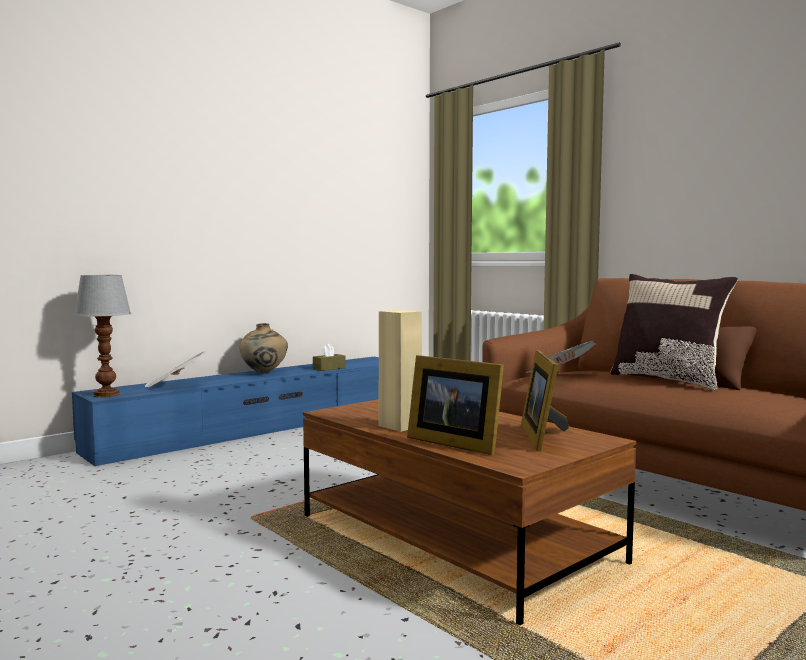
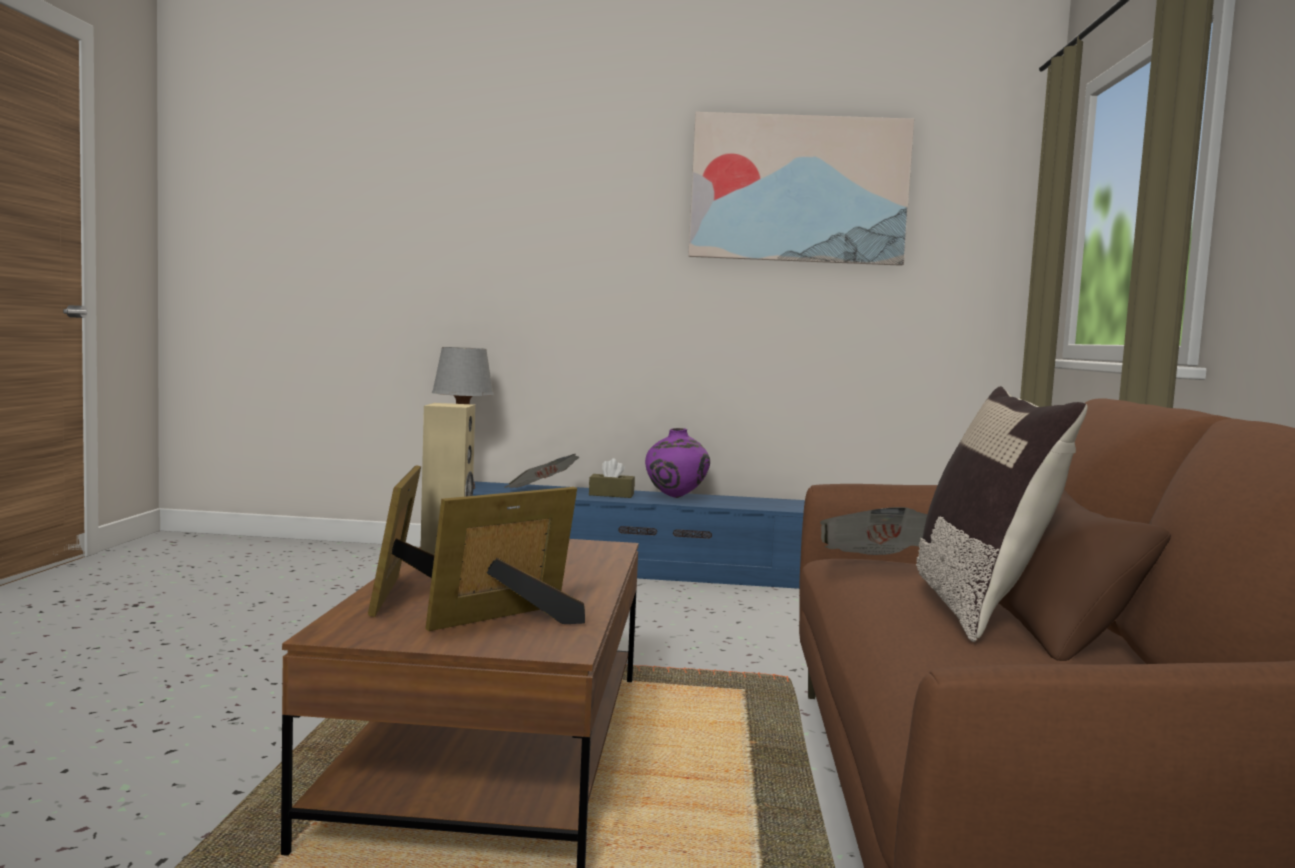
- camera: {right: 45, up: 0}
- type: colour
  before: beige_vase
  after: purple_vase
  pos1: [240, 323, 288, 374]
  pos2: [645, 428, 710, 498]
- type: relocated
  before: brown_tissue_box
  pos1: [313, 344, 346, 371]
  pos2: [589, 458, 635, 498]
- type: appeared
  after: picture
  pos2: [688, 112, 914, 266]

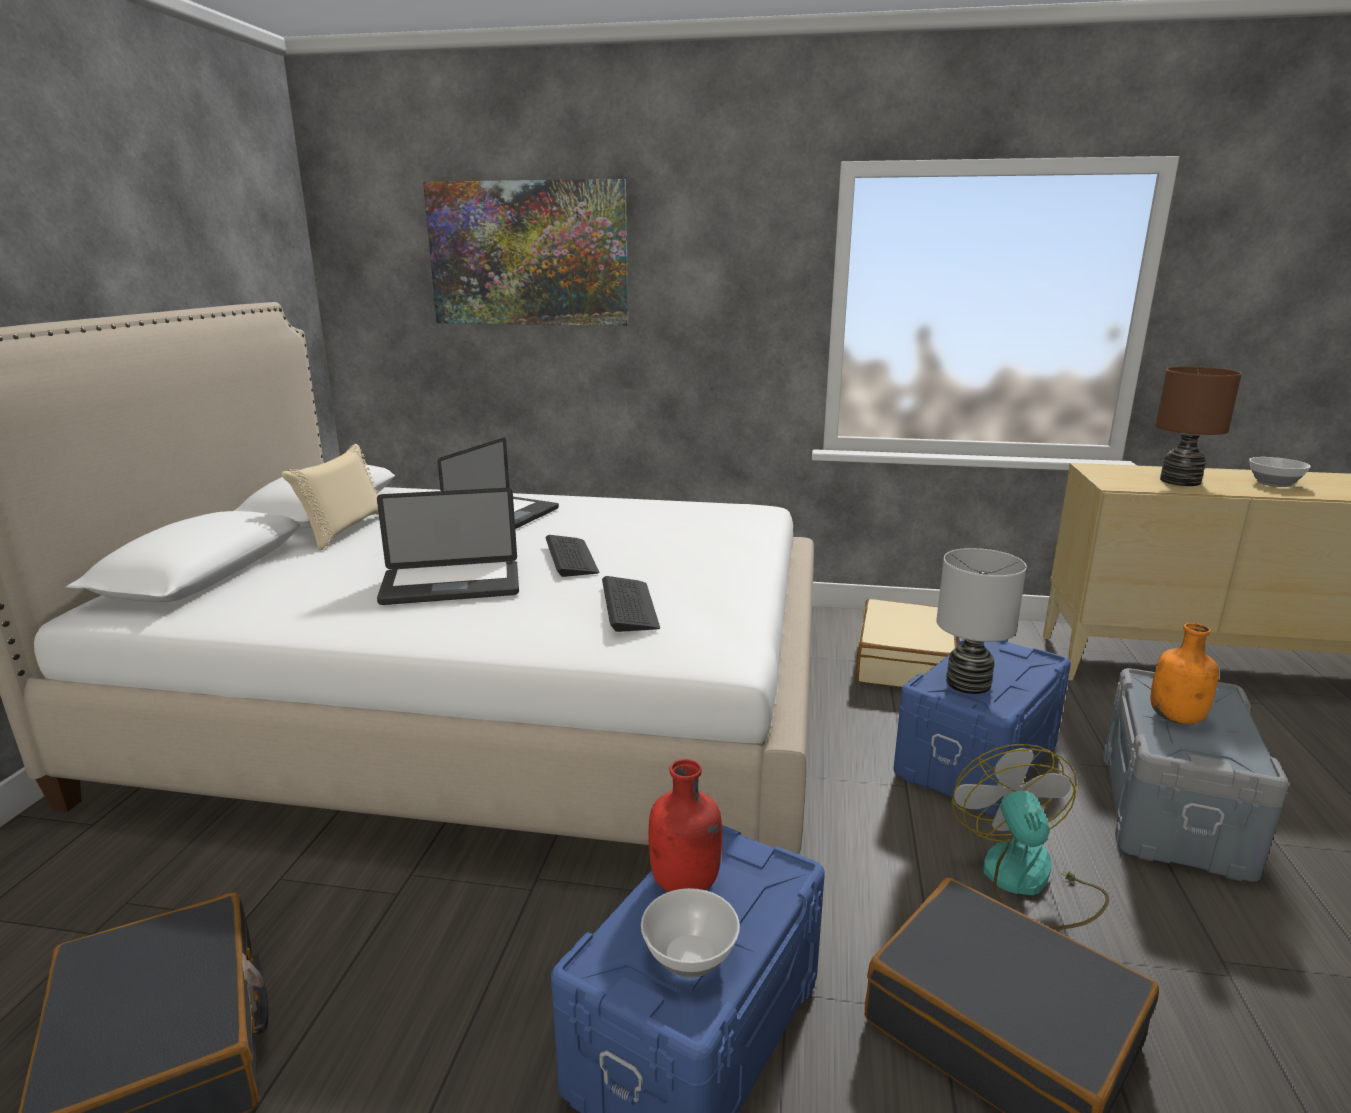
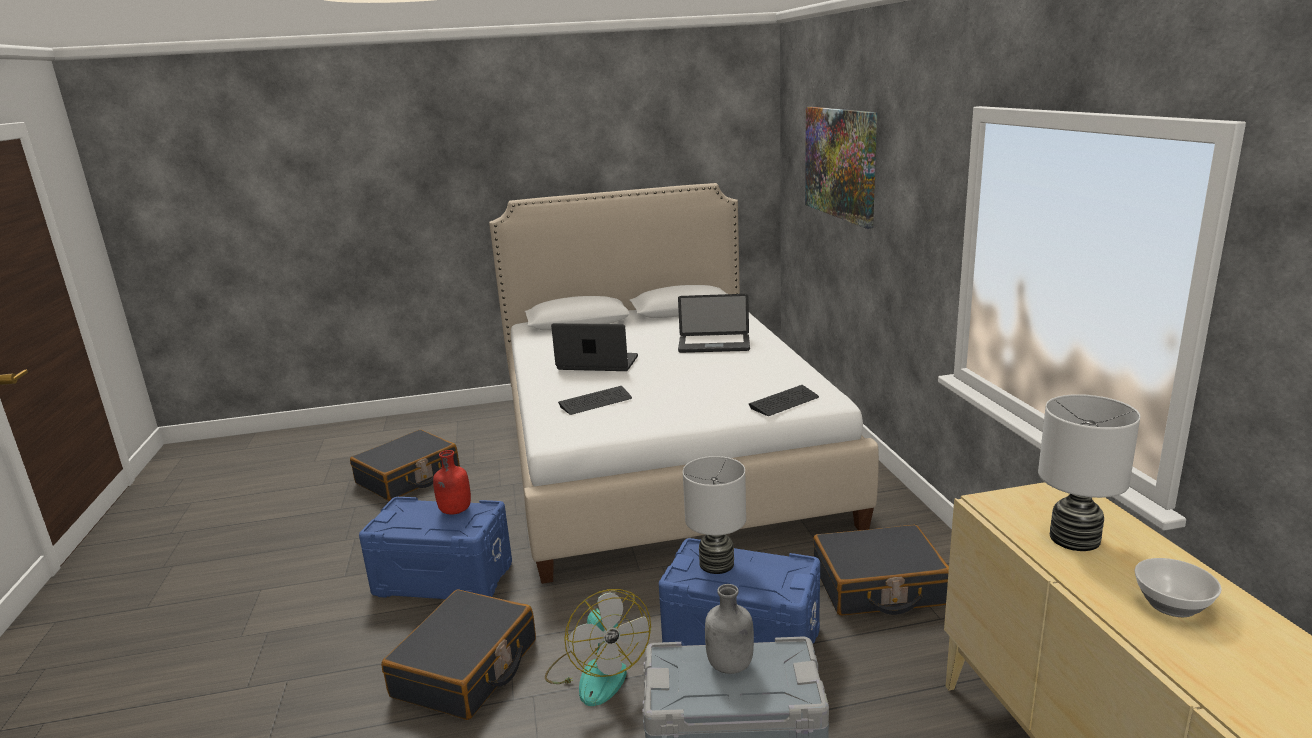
- camera: {right: 70, up: 0}
- type: colour
  before: brown_table_lamp
  after: grey_table_lamp
  pos1: [1155, 366, 1242, 486]
  pos2: [1038, 394, 1140, 551]
- type: missing
  before: beige_pillow
  pos1: [281, 444, 380, 551]
- type: spun
  before: laptop
  pos1: [377, 488, 519, 605]
  pos2: [551, 323, 638, 371]
  turn: 135
- type: relocated
  before: keyboard
  pos1: [545, 535, 600, 577]
  pos2: [749, 385, 819, 416]
- type: colour
  before: beige_suitcase
  after: black_suitcase
  pos1: [856, 599, 960, 688]
  pos2: [813, 525, 949, 616]
- type: colour
  before: orange_bottle
  after: grey_bottle
  pos1: [1151, 623, 1219, 724]
  pos2: [705, 584, 754, 674]
- type: spun
  before: fan
  pos1: [952, 744, 1109, 930]
  pos2: [545, 589, 651, 706]
  turn: 90
- type: missing
  before: bowl
  pos1: [641, 888, 740, 978]

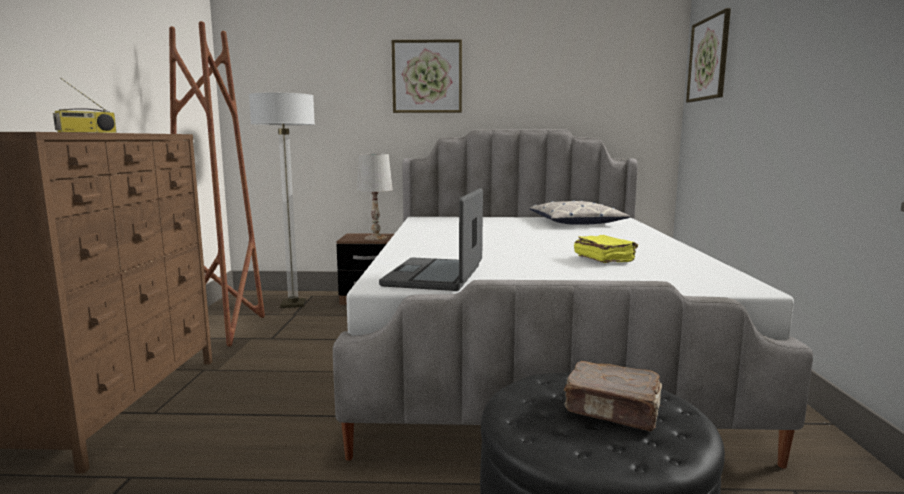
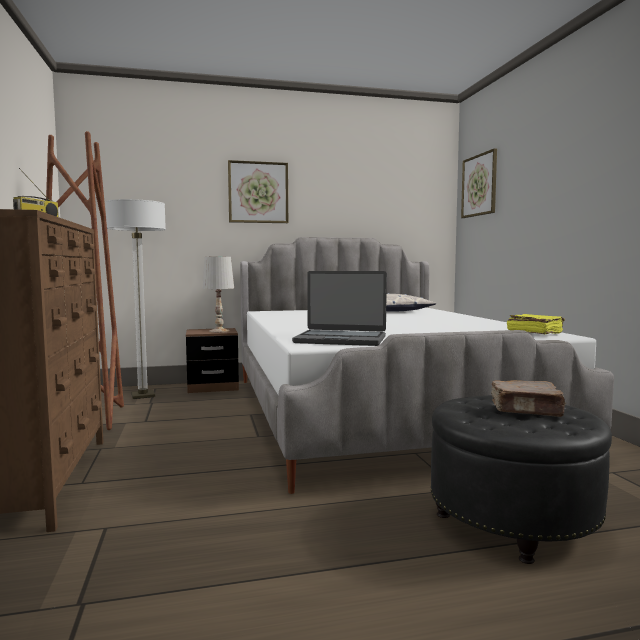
- camera: {right: -15, up: -5}
- type: spun
  before: laptop
  pos1: [379, 188, 483, 291]
  pos2: [292, 271, 387, 346]
  turn: -75
- type: relocated
  before: yellow_book
  pos1: [574, 235, 638, 263]
  pos2: [507, 314, 565, 334]

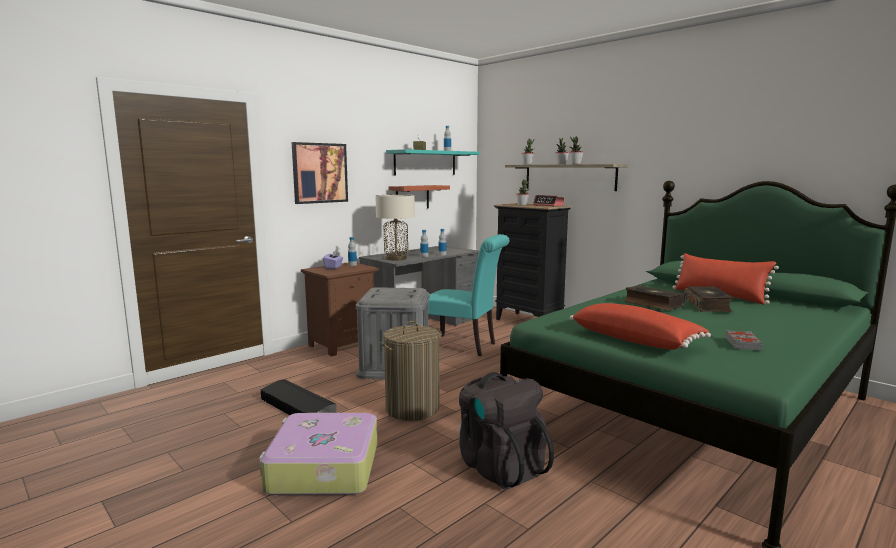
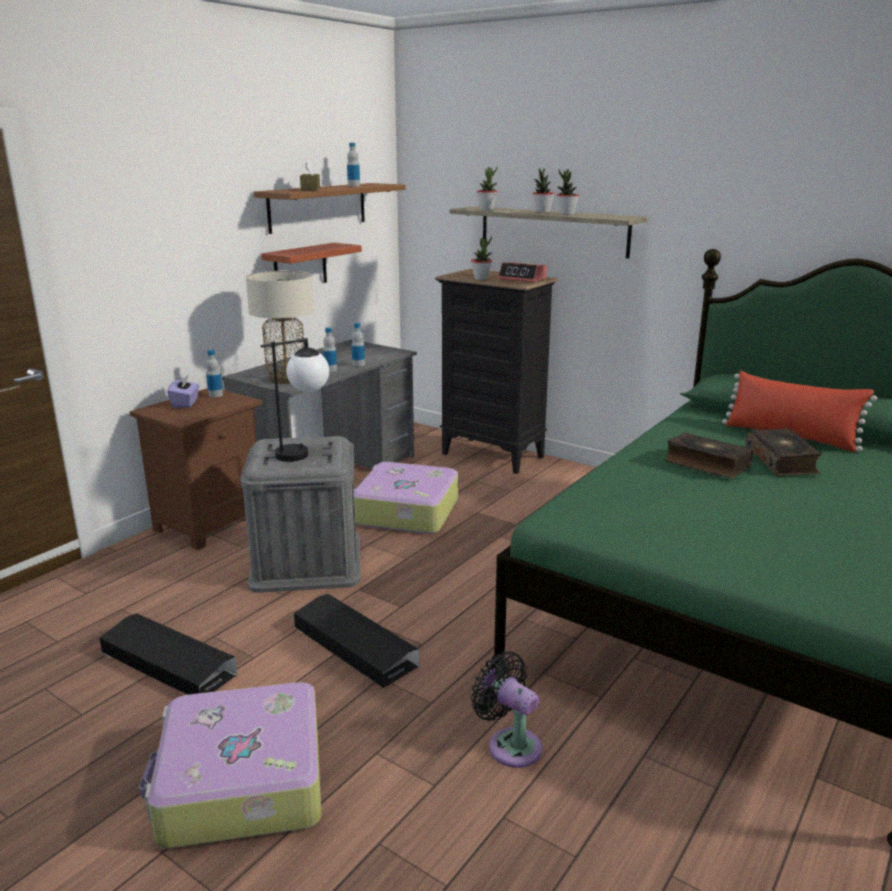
- camera: {right: -10, up: 10}
- type: missing
  before: picture
  pos1: [292, 142, 348, 204]
- type: colour
  before: turquoise_shelf
  after: brown_shelf
  pos1: [386, 149, 480, 176]
  pos2: [254, 183, 406, 234]
- type: exchanged
  before: turquoise_chair
  after: suitcase
  pos1: [428, 234, 509, 356]
  pos2: [354, 462, 459, 534]
- type: missing
  before: red_pillow
  pos1: [570, 303, 711, 350]
- type: exchanged
  before: laundry_basket
  after: black_storage_box
  pos1: [379, 321, 442, 421]
  pos2: [294, 594, 419, 688]
- type: missing
  before: grey_book
  pos1: [725, 330, 763, 350]
- type: exchanged
  before: black_backpack
  after: black_fan
  pos1: [459, 372, 554, 490]
  pos2: [471, 651, 542, 768]
- type: appeared
  after: table_lamp
  pos2: [261, 338, 329, 462]

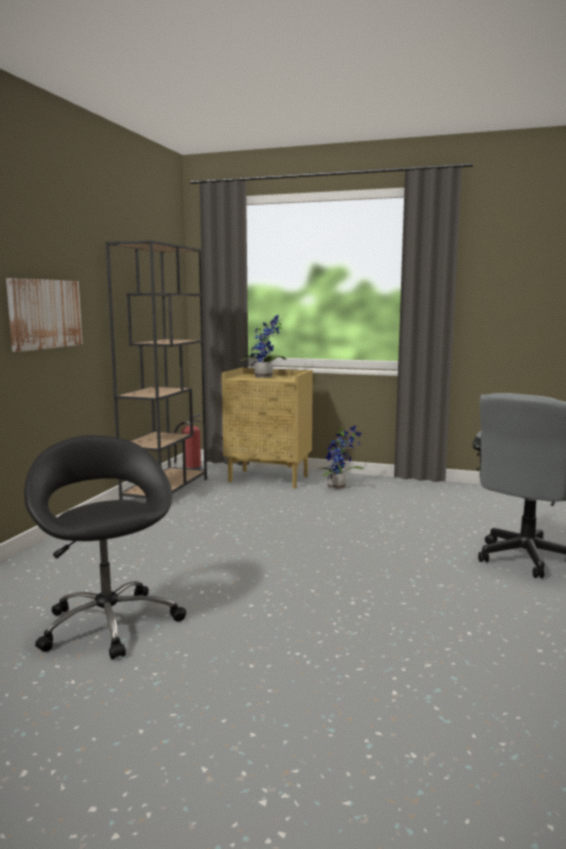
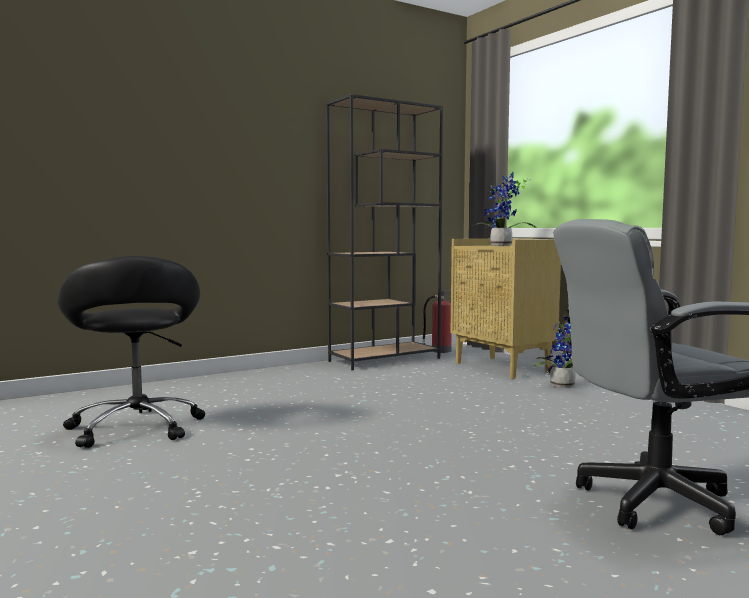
- camera: {right: 40, up: -5}
- type: missing
  before: picture
  pos1: [6, 278, 83, 352]
- type: spun
  before: black_office_chair
  pos1: [24, 435, 186, 659]
  pos2: [57, 256, 205, 448]
  turn: 150

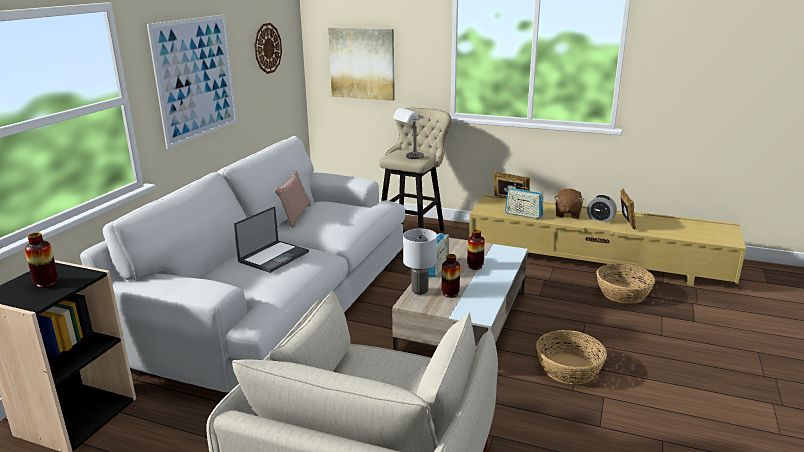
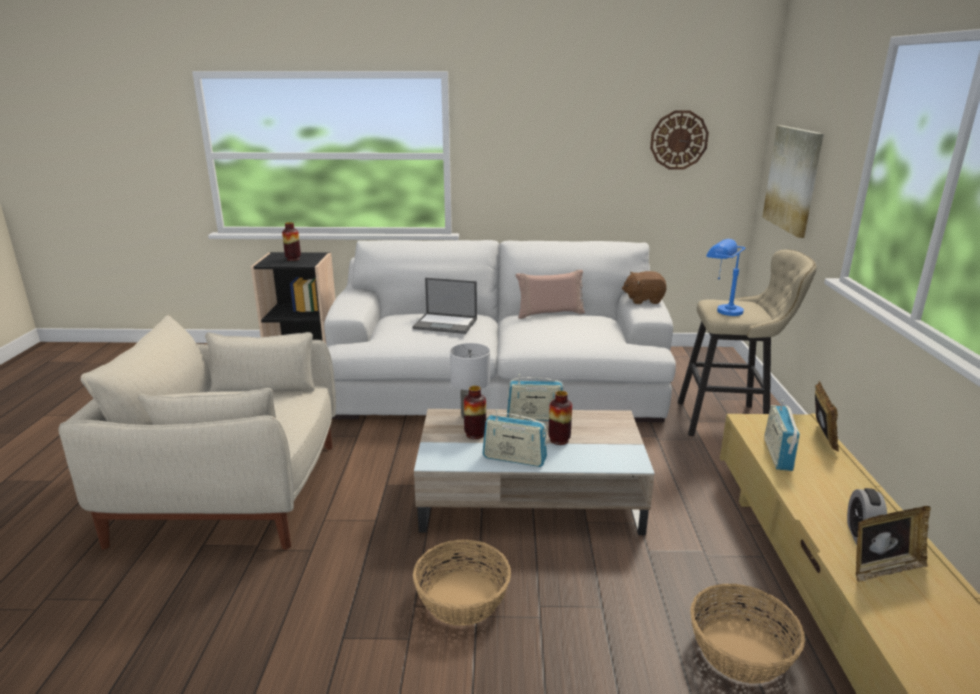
- camera: {right: 70, up: 0}
- type: missing
  before: picture
  pos1: [147, 14, 237, 149]
- type: colour
  before: grey_table_lamp
  after: blue_table_lamp
  pos1: [393, 108, 424, 159]
  pos2: [706, 239, 746, 316]
- type: relocated
  before: brown_plush_toy
  pos1: [554, 188, 584, 219]
  pos2: [622, 271, 667, 304]
- type: appeared
  after: radio
  pos2: [483, 409, 547, 467]

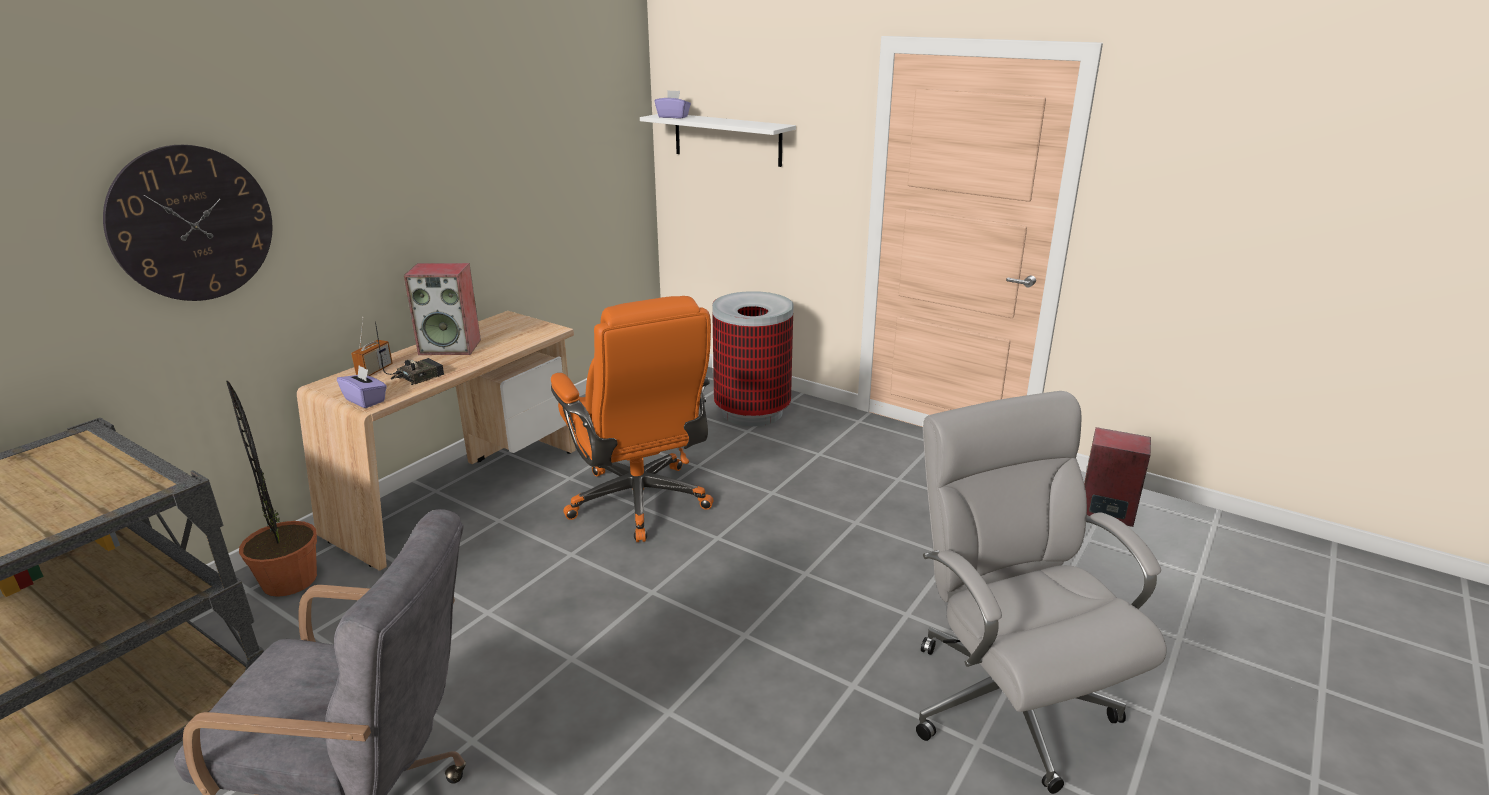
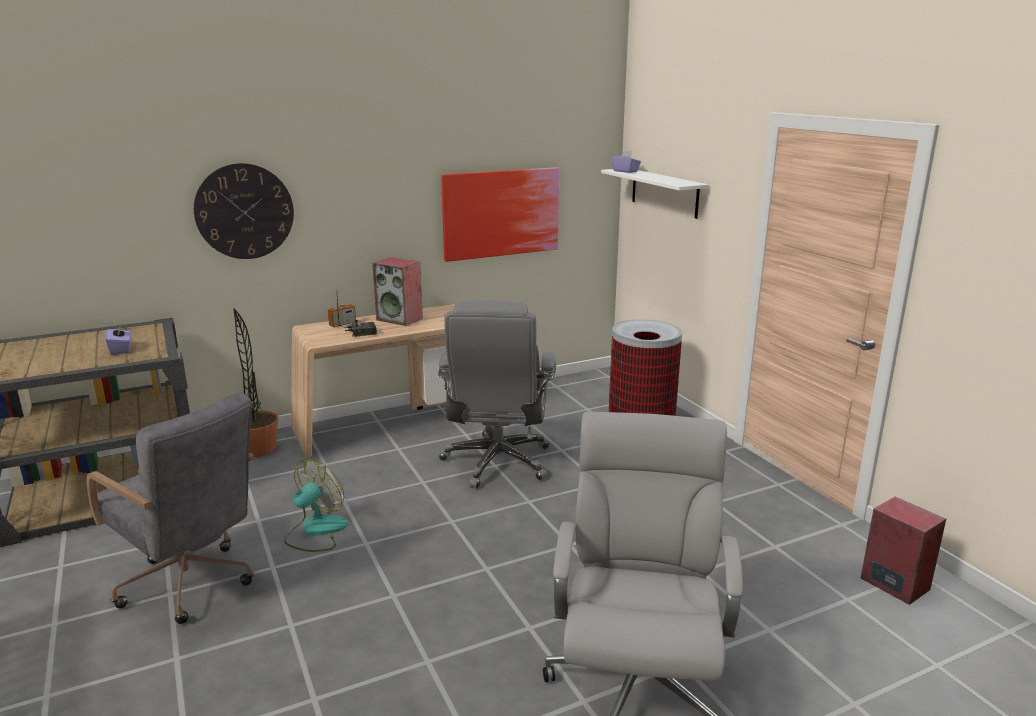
- camera: {right: 30, up: -5}
- type: colour
  before: orange_office_chair
  after: grey_office_chair
  pos1: [551, 296, 713, 542]
  pos2: [438, 300, 556, 489]
- type: relocated
  before: purple_tissue_box
  pos1: [337, 365, 387, 408]
  pos2: [105, 322, 132, 355]
- type: appeared
  after: picture
  pos2: [441, 167, 559, 262]
- type: appeared
  after: fan
  pos2: [284, 459, 349, 552]

